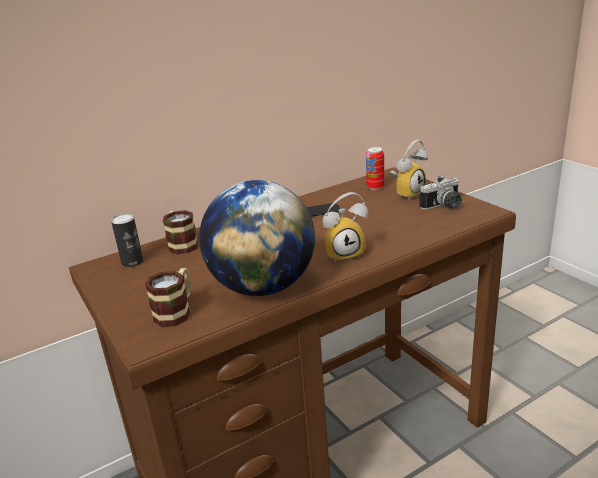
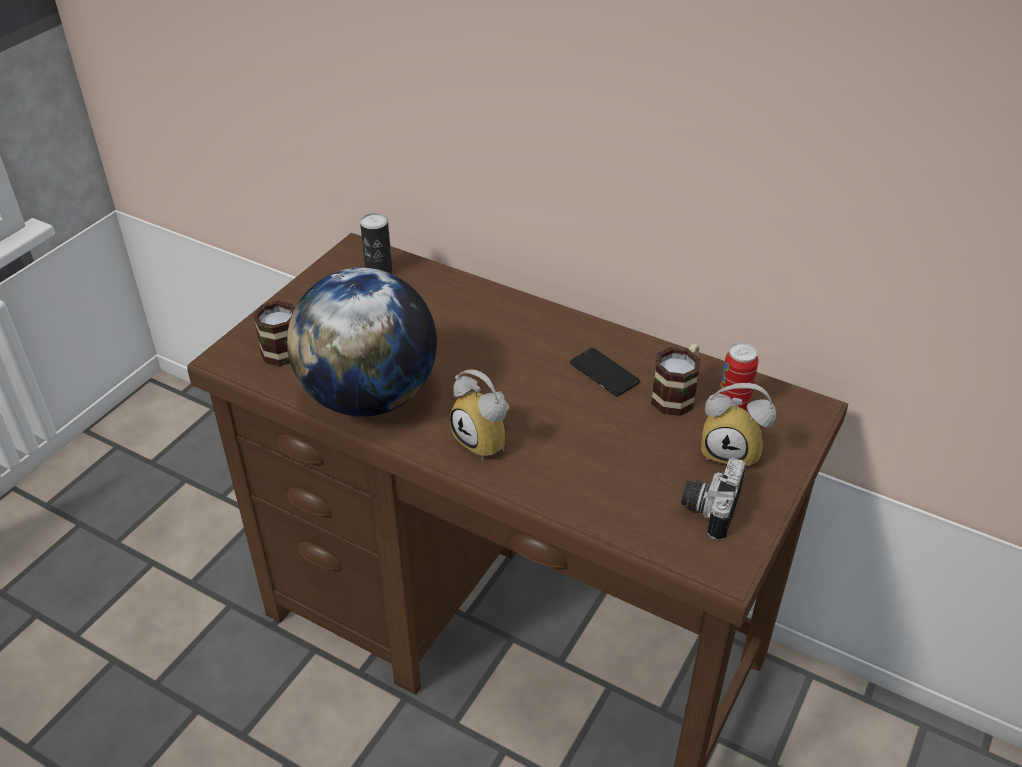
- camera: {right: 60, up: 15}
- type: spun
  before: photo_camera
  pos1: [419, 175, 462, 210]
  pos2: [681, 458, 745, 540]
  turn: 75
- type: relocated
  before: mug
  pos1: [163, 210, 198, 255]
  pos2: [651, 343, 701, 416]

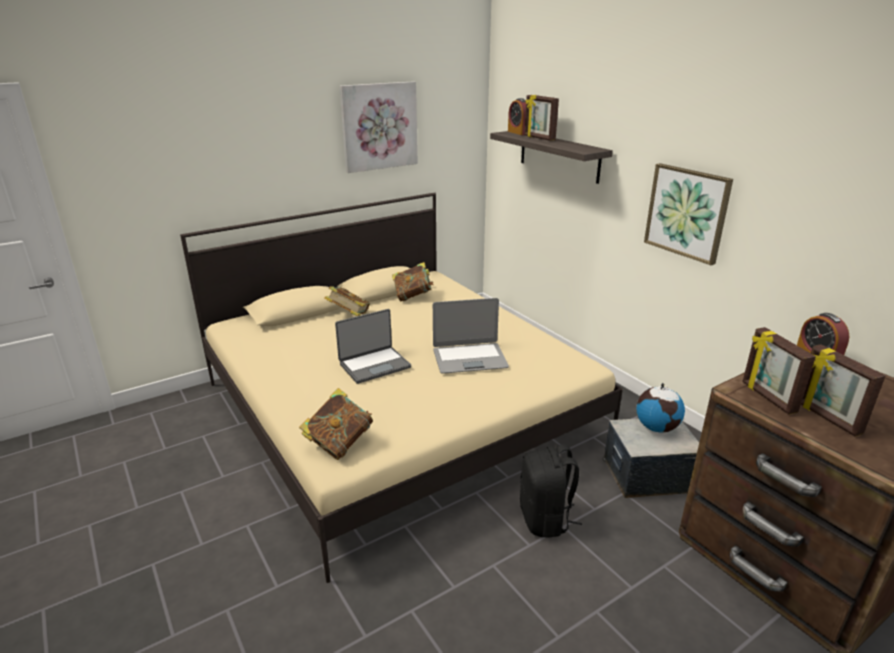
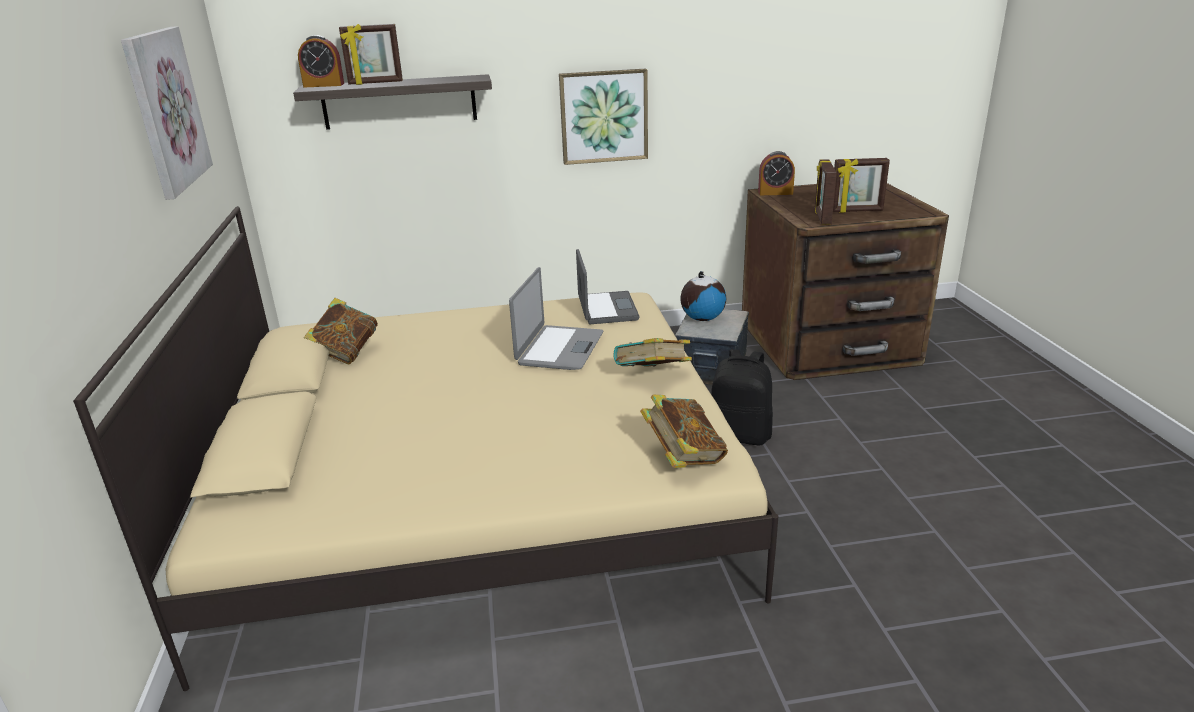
- camera: {right: -65, up: 0}
- type: relocated
  before: book
  pos1: [324, 286, 370, 316]
  pos2: [613, 338, 692, 366]
- type: relocated
  before: laptop
  pos1: [335, 309, 411, 384]
  pos2: [576, 249, 640, 324]
- type: spun
  before: picture_frame
  pos1: [742, 327, 816, 415]
  pos2: [815, 159, 837, 225]
  turn: 90

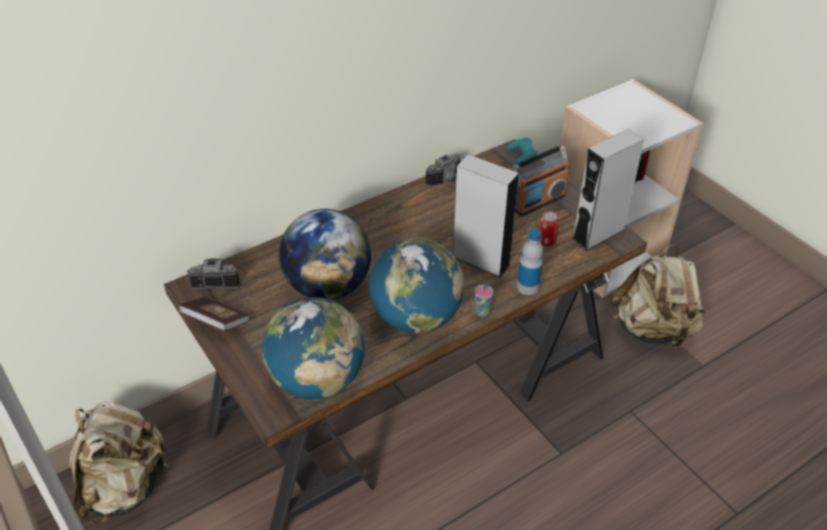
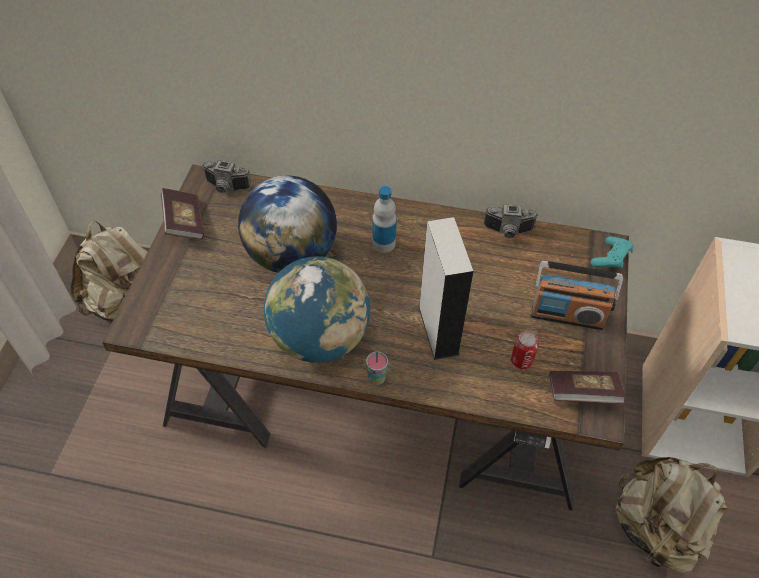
- camera: {right: 45, up: 10}
- type: exchanged
  before: grey_speaker
  after: book
  pos1: [572, 129, 644, 251]
  pos2: [549, 371, 626, 404]
- type: relocated
  before: bottle
  pos1: [517, 228, 543, 295]
  pos2: [372, 186, 397, 253]
- type: spun
  before: photo_camera
  pos1: [187, 258, 240, 289]
  pos2: [202, 160, 252, 193]
  turn: 150
- type: missing
  before: globe
  pos1: [262, 297, 365, 399]

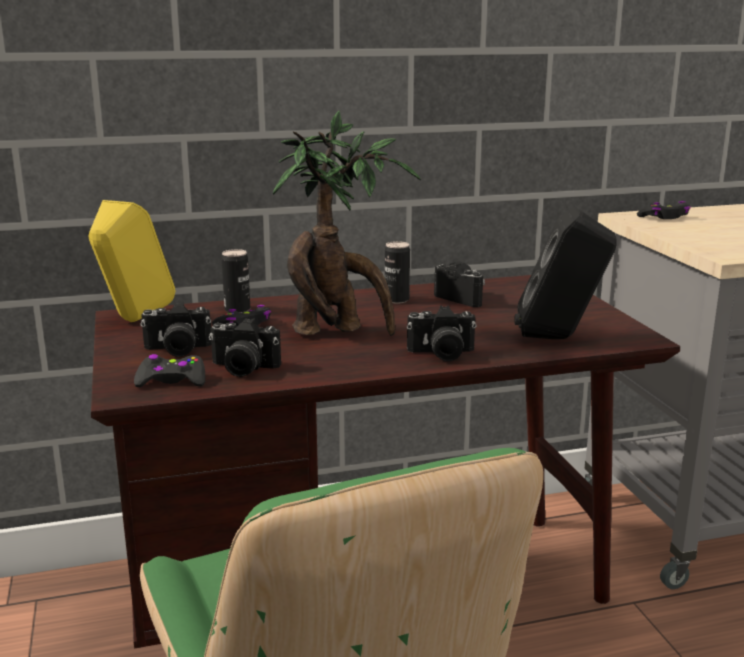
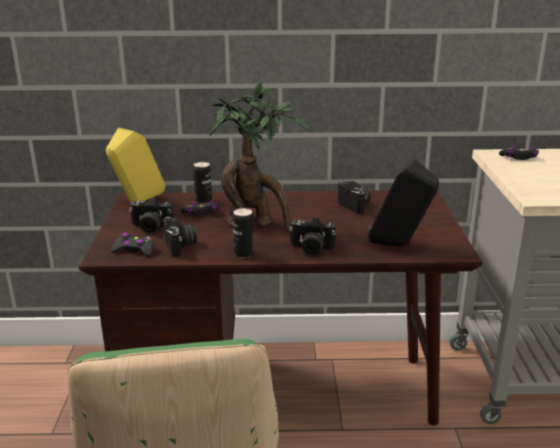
- camera: {right: 15, up: 5}
- type: relocated
  before: can
  pos1: [385, 241, 410, 304]
  pos2: [233, 208, 254, 258]
- type: spun
  before: photo_camera
  pos1: [209, 318, 281, 377]
  pos2: [163, 216, 197, 257]
  turn: -135

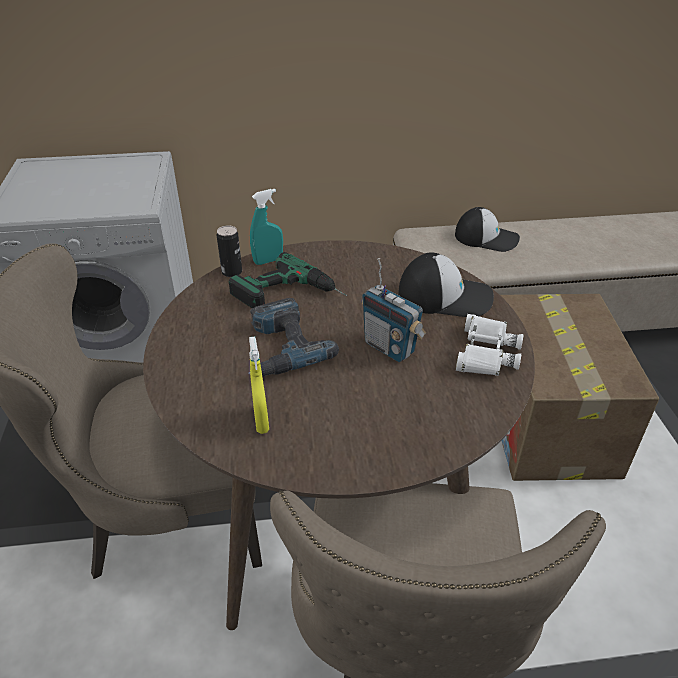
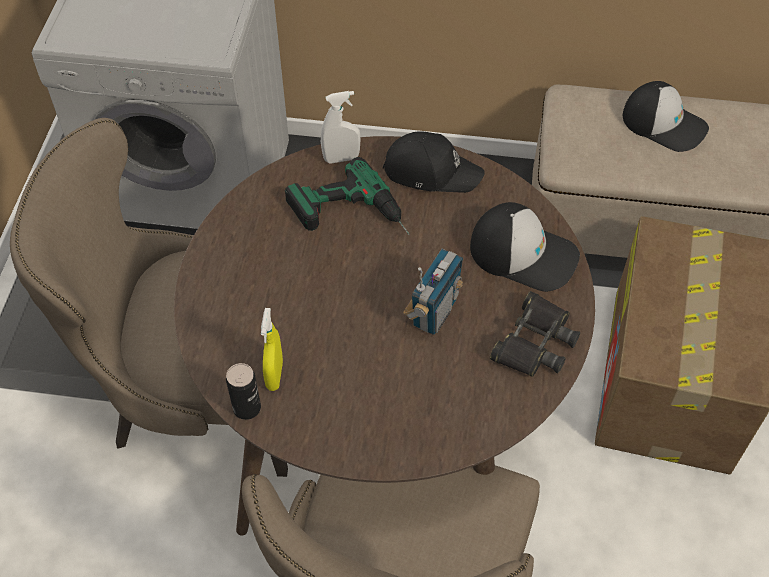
- camera: {right: 15, up: 15}
- type: colour
  before: turquoise_spray_bottle
  after: white_spray_bottle
  pos1: [250, 189, 283, 265]
  pos2: [321, 91, 361, 164]
- type: relocated
  before: can
  pos1: [217, 225, 242, 277]
  pos2: [226, 363, 261, 420]
- type: spun
  before: radio
  pos1: [362, 258, 426, 362]
  pos2: [403, 249, 463, 335]
  turn: -120
- type: missing
  before: power_drill
  pos1: [248, 298, 339, 376]
- type: colour
  before: white_binoculars
  after: black_binoculars
  pos1: [456, 314, 523, 376]
  pos2: [490, 291, 580, 377]
- type: appeared
  after: black_cap
  pos2: [383, 131, 485, 193]

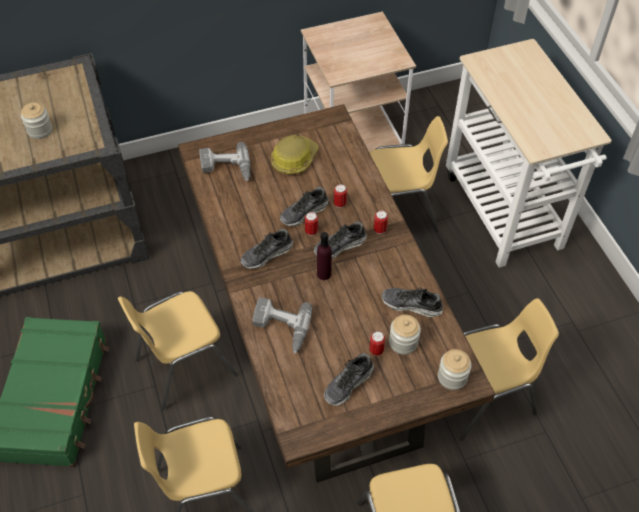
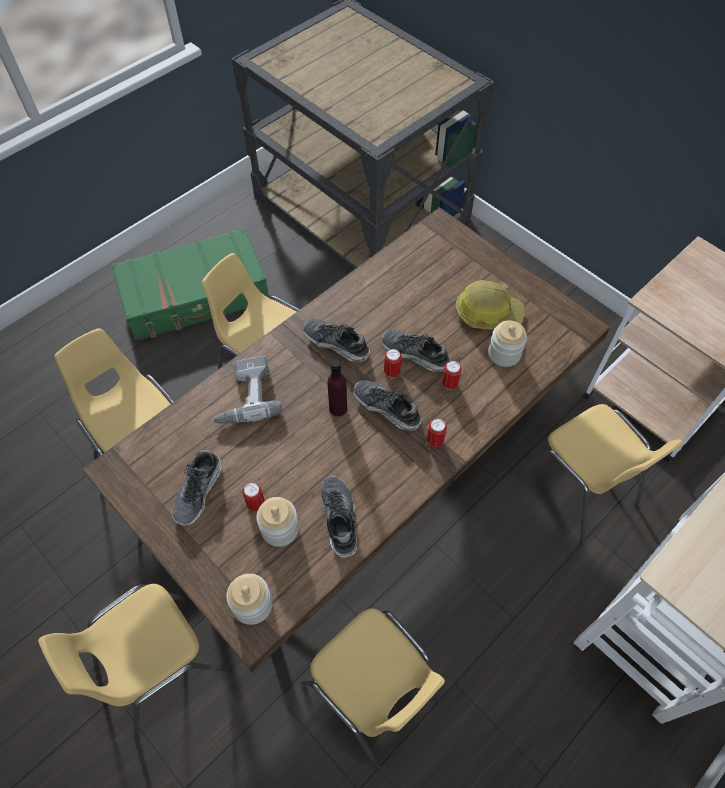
- camera: {right: 65, up: 5}
- type: relocated
  before: jar
  pos1: [21, 102, 52, 139]
  pos2: [488, 320, 527, 367]
- type: missing
  before: power_drill
  pos1: [199, 142, 250, 181]
- type: spun
  before: shoe
  pos1: [324, 353, 374, 406]
  pos2: [172, 450, 221, 526]
  turn: -90

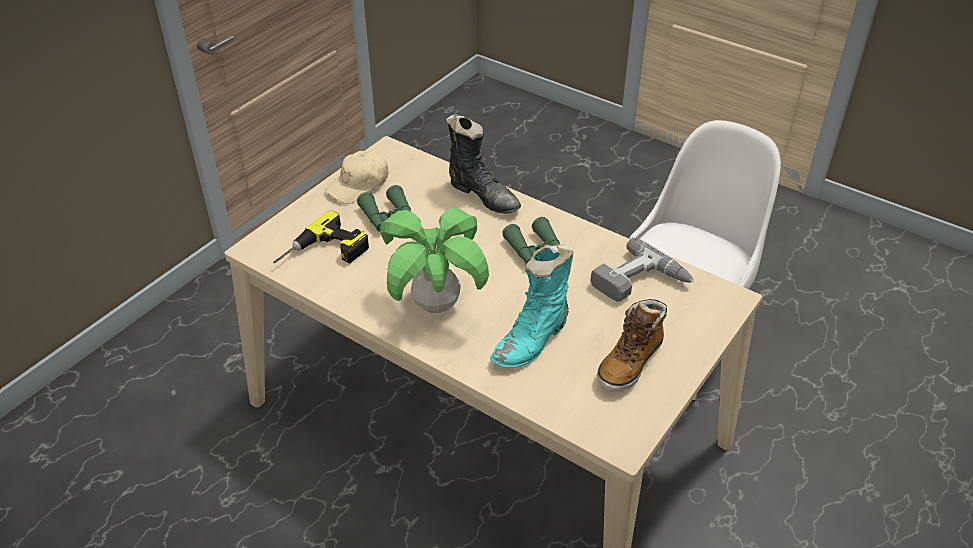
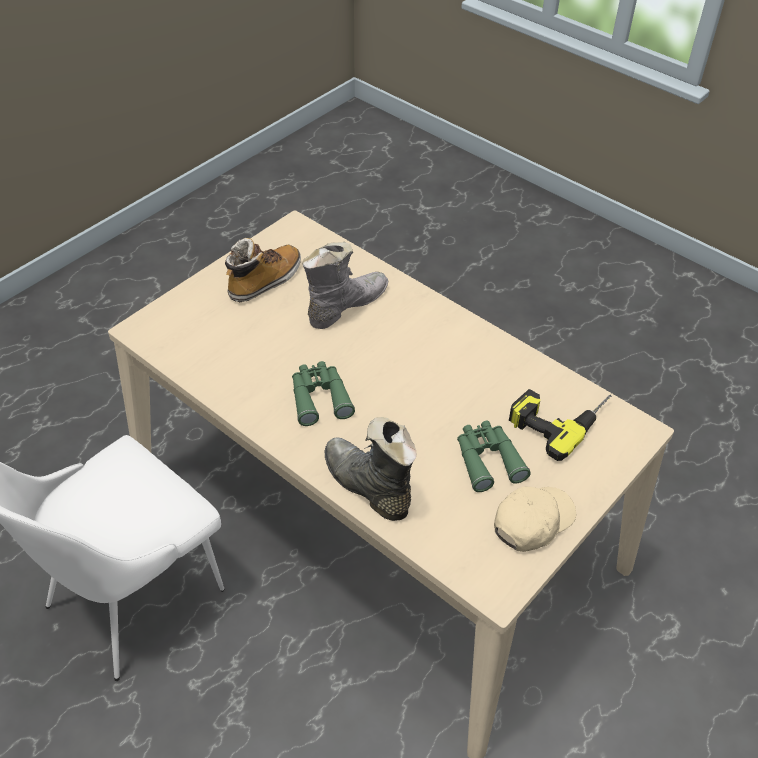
- camera: {right: -175, up: 5}
- type: missing
  before: potted_plant
  pos1: [380, 208, 489, 313]
- type: missing
  before: power_drill
  pos1: [590, 238, 693, 302]
- type: colour
  before: turquoise_boot
  after: grey_boot
  pos1: [490, 244, 574, 368]
  pos2: [303, 242, 388, 329]

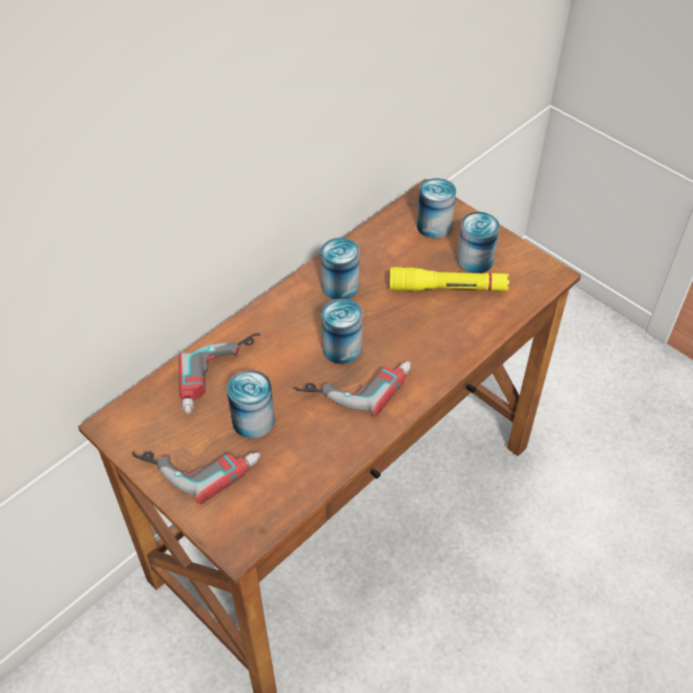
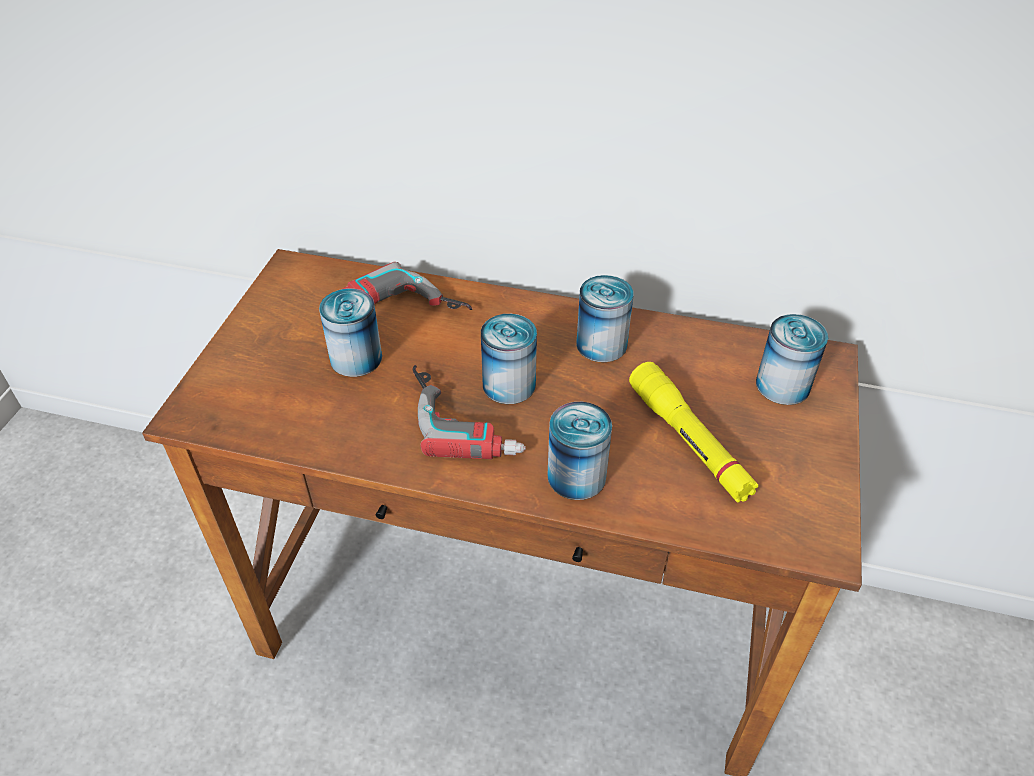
- camera: {right: 60, up: -5}
- type: relocated
  before: can
  pos1: [456, 212, 499, 273]
  pos2: [547, 402, 612, 500]
- type: missing
  before: power_drill
  pos1: [132, 452, 260, 504]

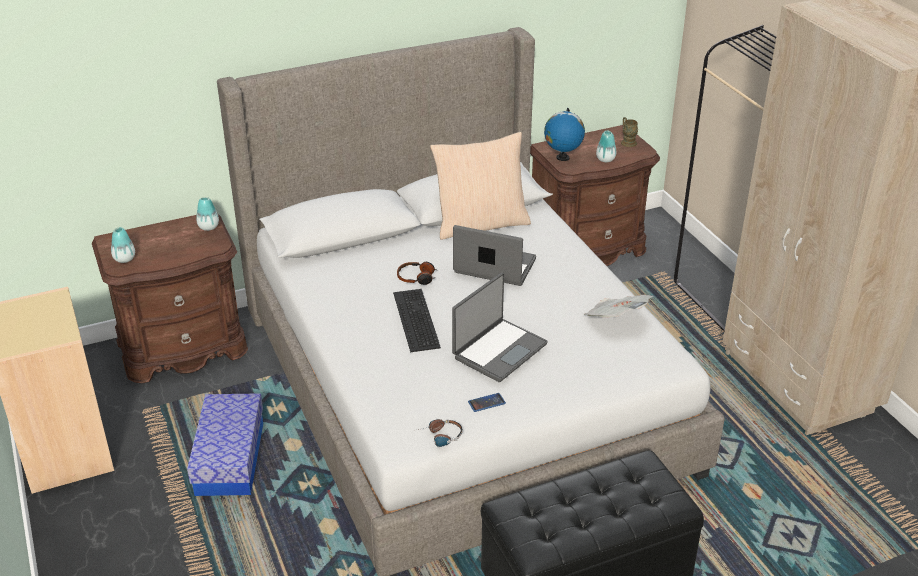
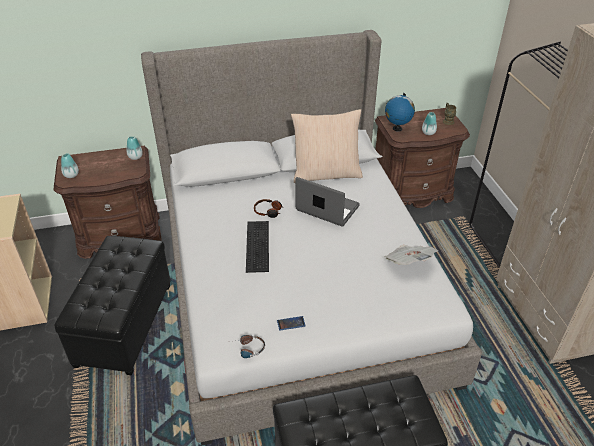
- camera: {right: 10, up: 5}
- type: missing
  before: laptop
  pos1: [452, 273, 548, 382]
- type: exchanged
  before: storage_box
  after: black_ottoman
  pos1: [187, 393, 263, 496]
  pos2: [55, 236, 170, 375]

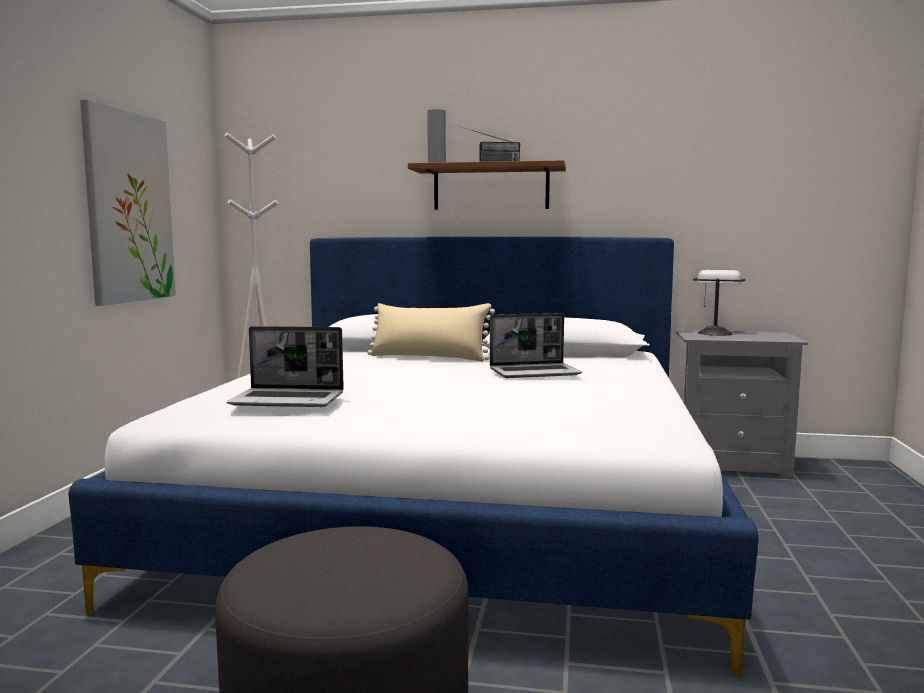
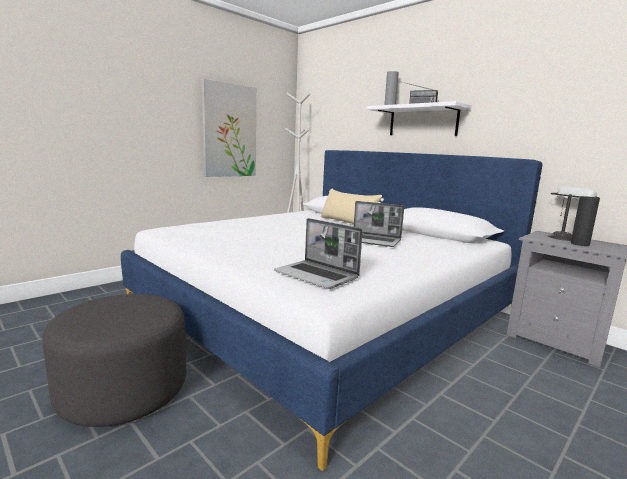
- camera: {right: 35, up: 5}
- type: colour
  before: brown_shelf
  after: white_shelf
  pos1: [408, 160, 566, 210]
  pos2: [366, 101, 472, 136]
- type: relocated
  before: laptop
  pos1: [227, 326, 344, 407]
  pos2: [274, 218, 363, 289]
- type: appeared
  after: black_vase
  pos2: [571, 196, 600, 246]

